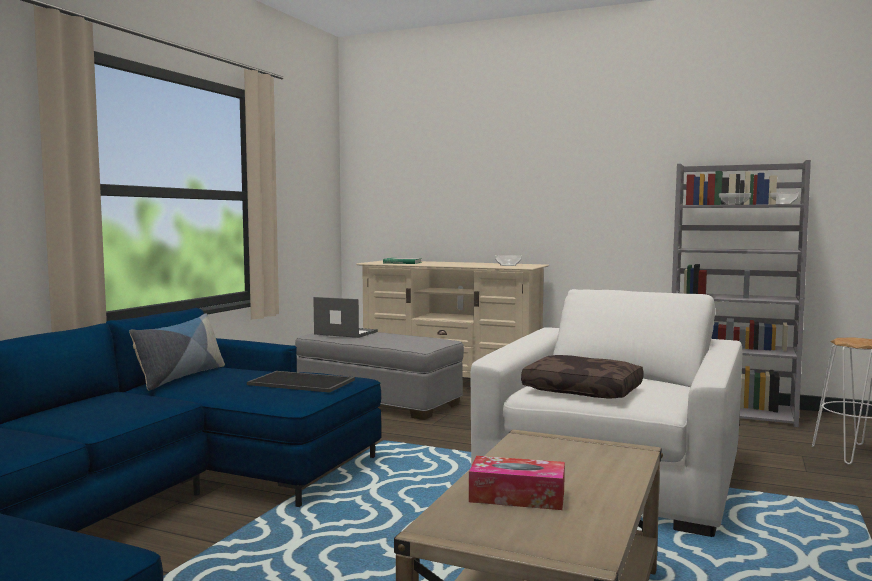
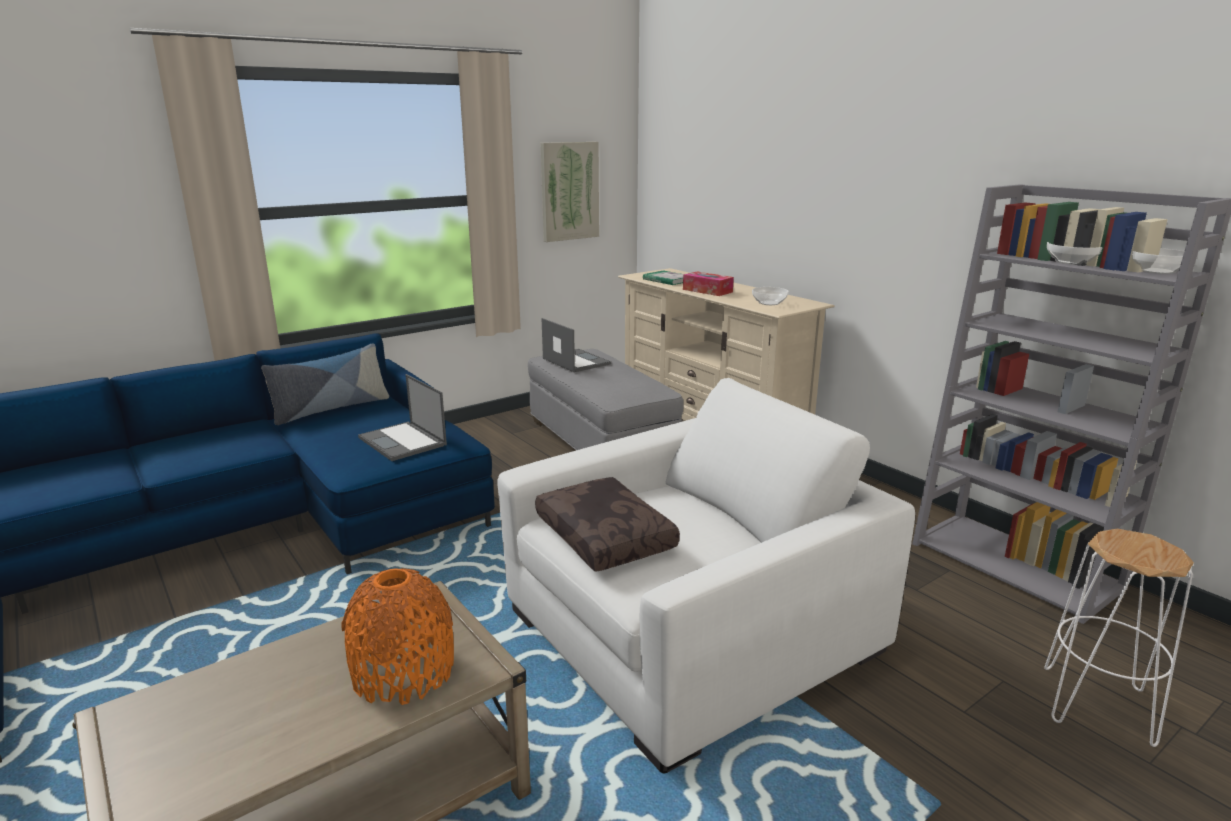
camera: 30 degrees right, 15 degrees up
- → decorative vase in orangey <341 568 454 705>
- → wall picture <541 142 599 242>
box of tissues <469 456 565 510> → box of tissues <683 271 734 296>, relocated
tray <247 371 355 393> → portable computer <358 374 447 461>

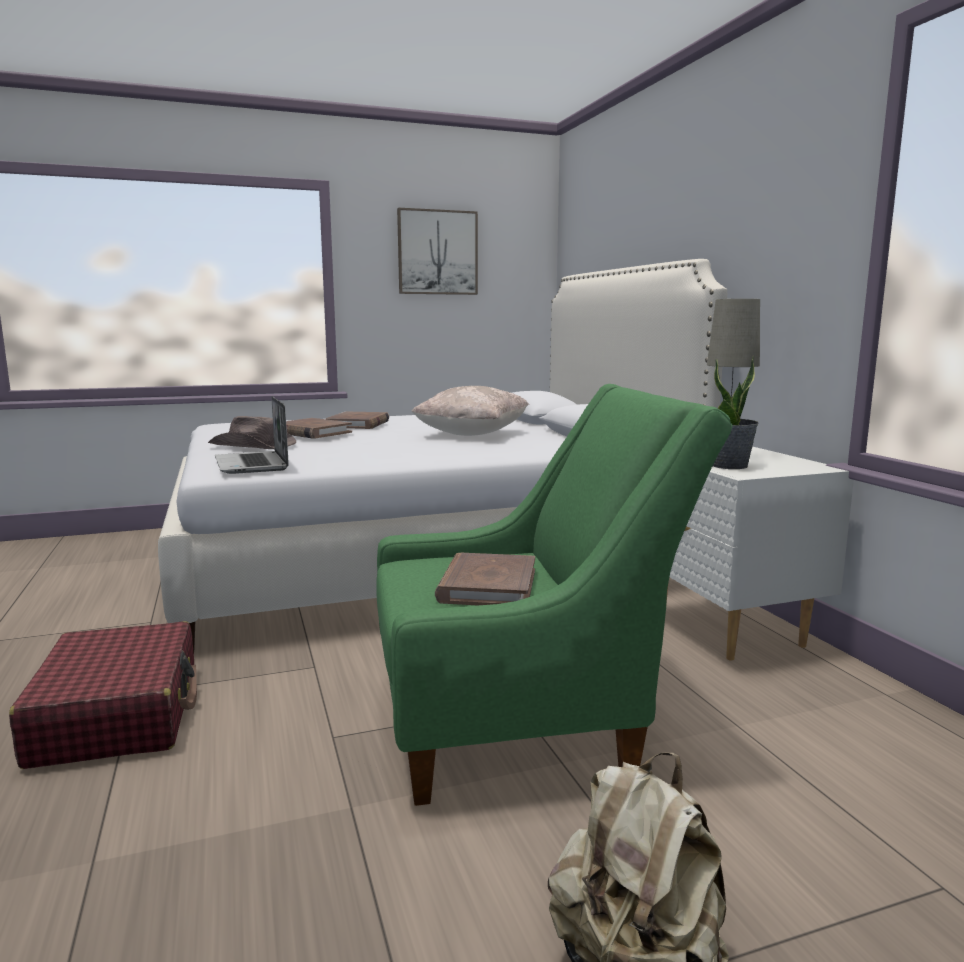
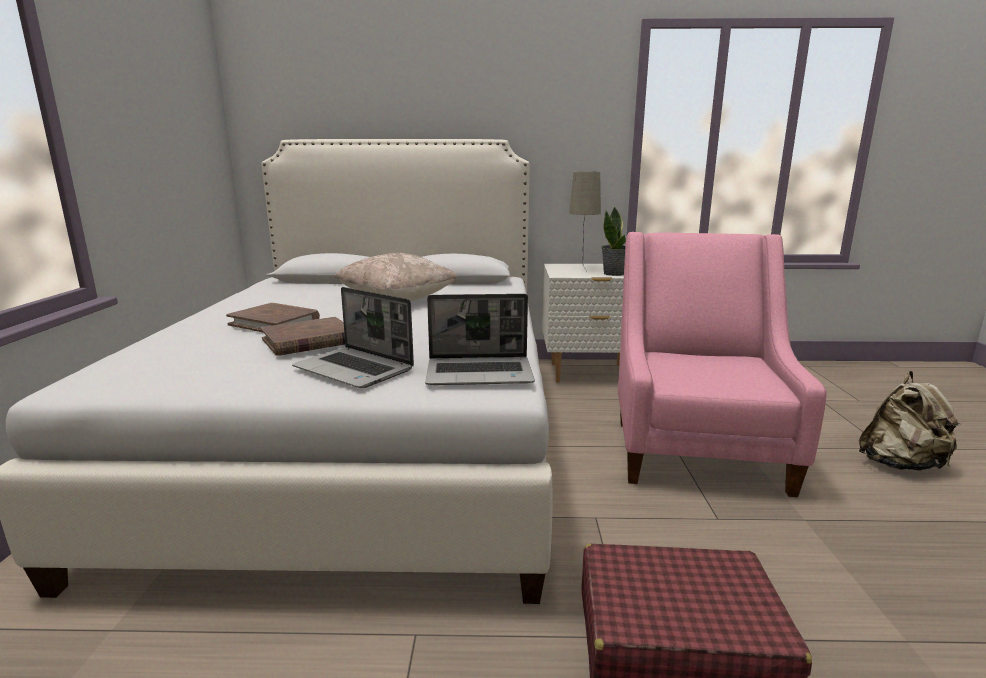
camera: 70 degrees left, 5 degrees up
wall picture <397 208 478 295> → -
bound book in brown <435 553 535 605> → -
wearable hat in brown <208 416 296 449> → portable computer <292 287 414 388>
easy chair in greenish <376 384 733 806> → easy chair in pinkish <618 232 827 497>

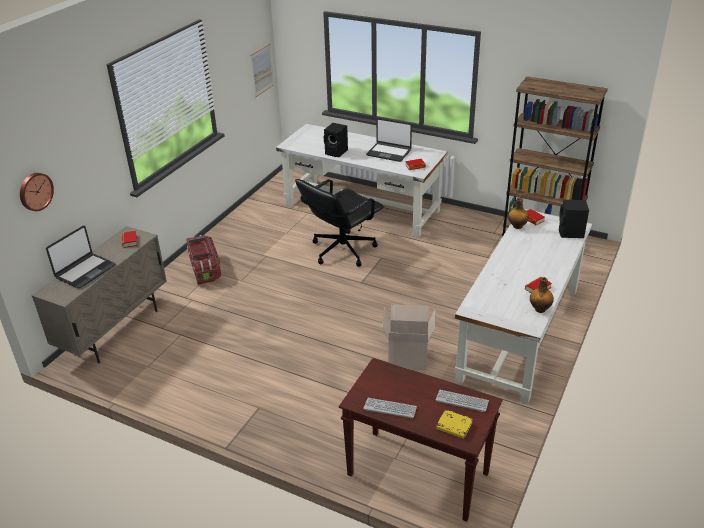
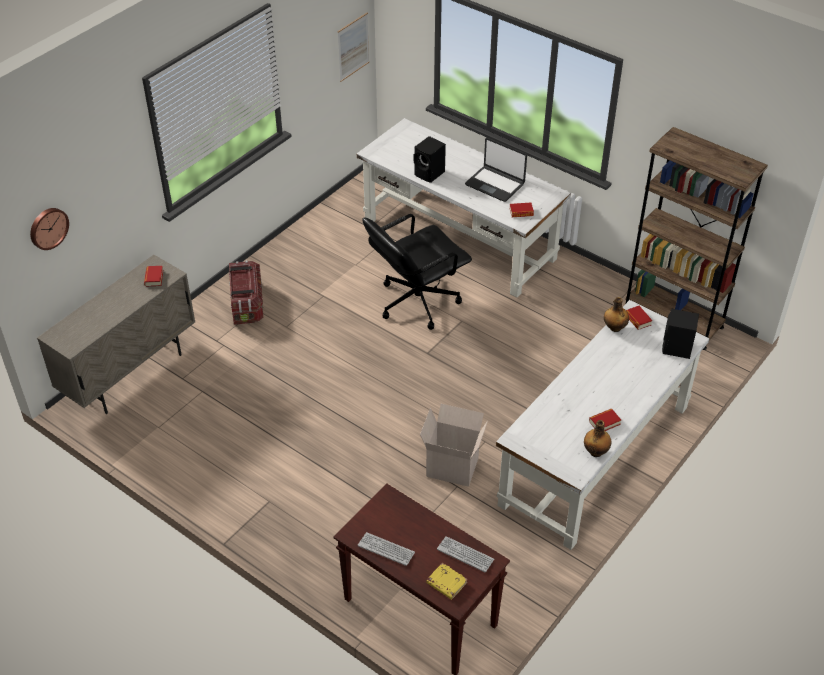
camera: 10 degrees right, 10 degrees up
portable computer <46 226 115 288> → -

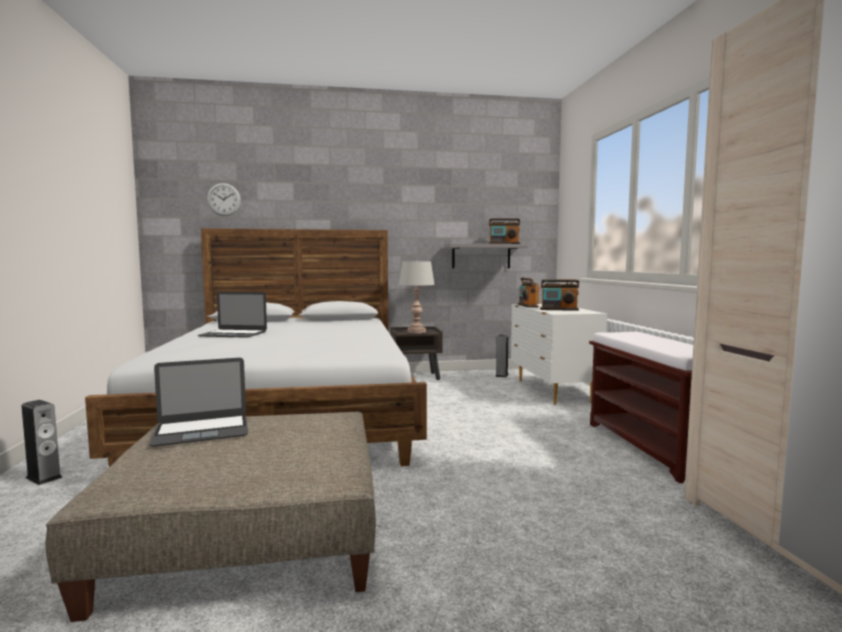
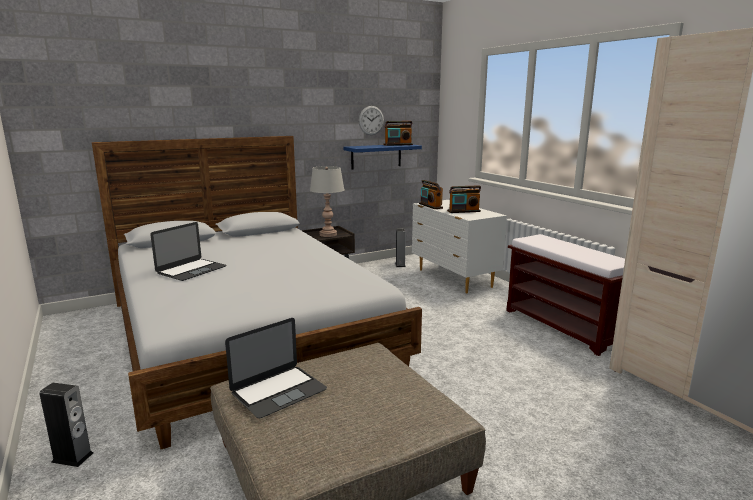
camera: 20 degrees left, 10 degrees up
hanging clock <207 183 241 216> → hanging clock <359 106 384 135>, relocated
shelf in greyish <444 244 529 269> → shelf in blue <343 145 422 170>
portable computer <198 292 267 338> → portable computer <151 222 227 281>, 45 degrees counterclockwise

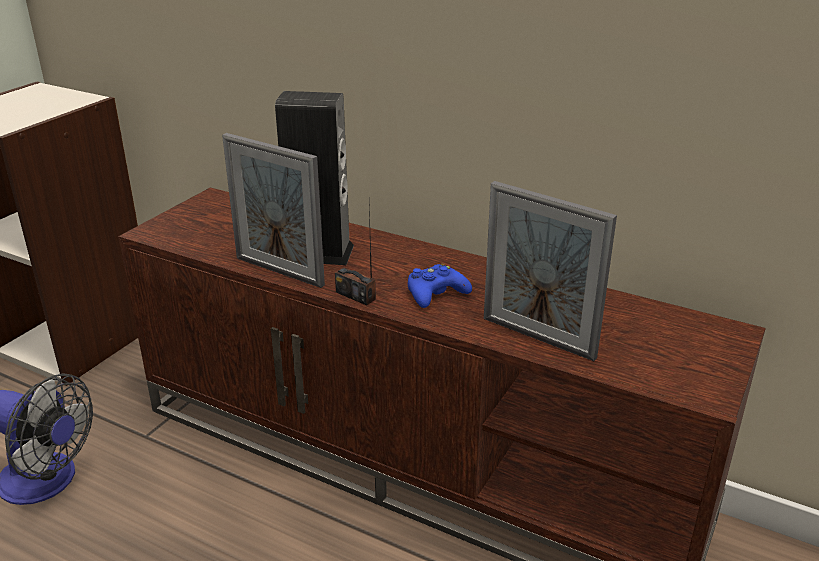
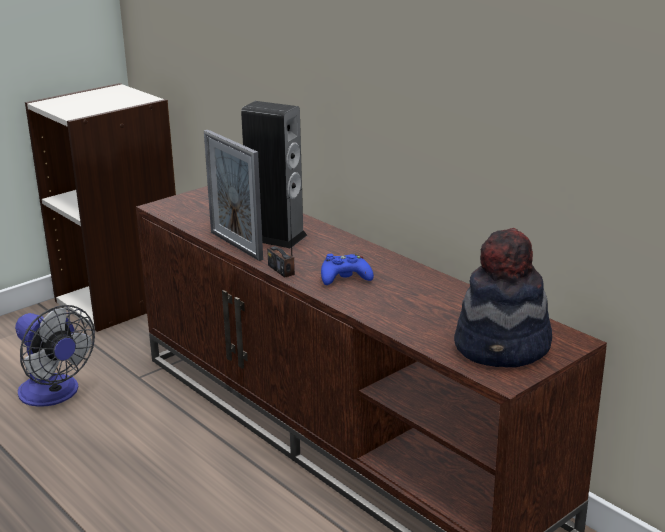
camera: 20 degrees right, 5 degrees down
standing frame <484 181 617 361> → -
- → wearable hat <454 228 552 367>

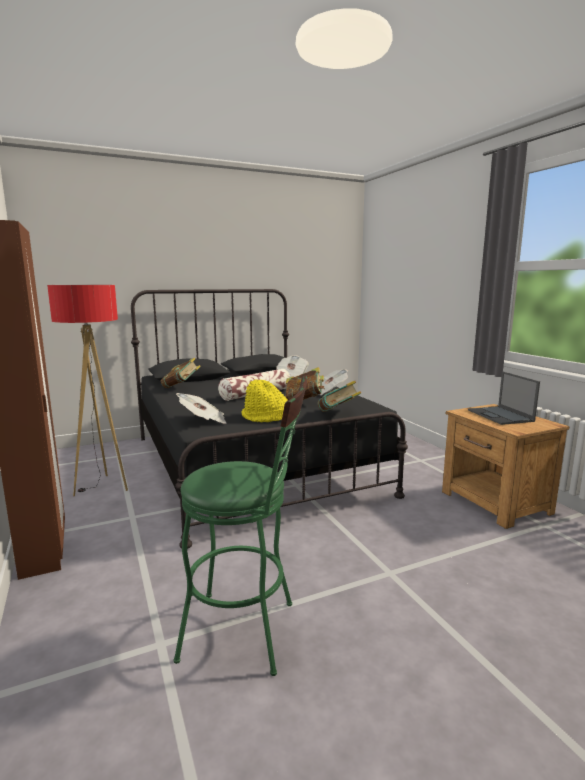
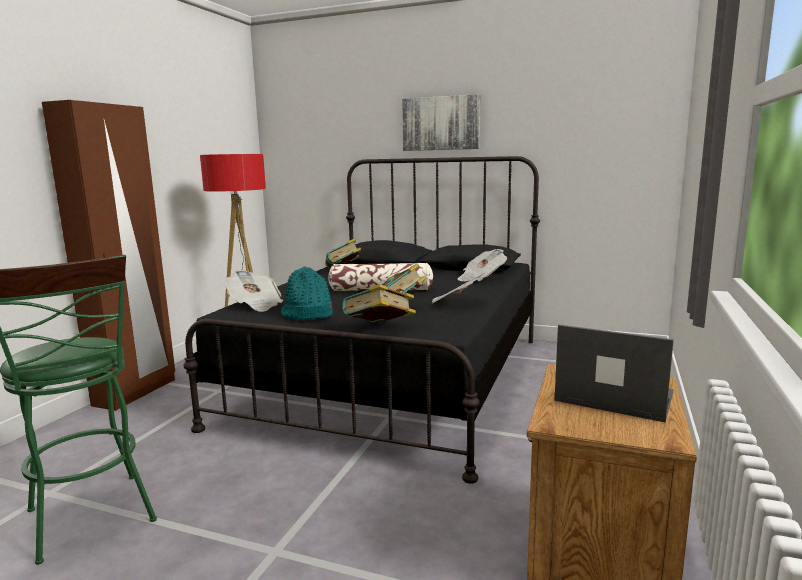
camera: 45 degrees right, 0 degrees up
- → wall picture <402 94 480 151>
wearable hat in yellowish <241 380 288 422> → wearable hat in blue-green <281 266 333 320>
portable computer <468 371 540 425> → portable computer <554 325 674 422>, 90 degrees clockwise

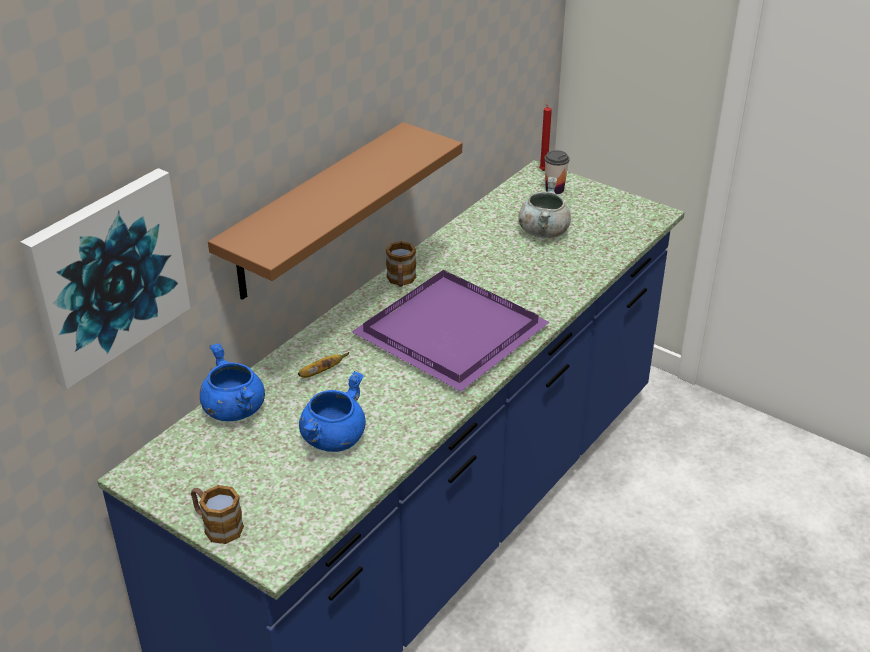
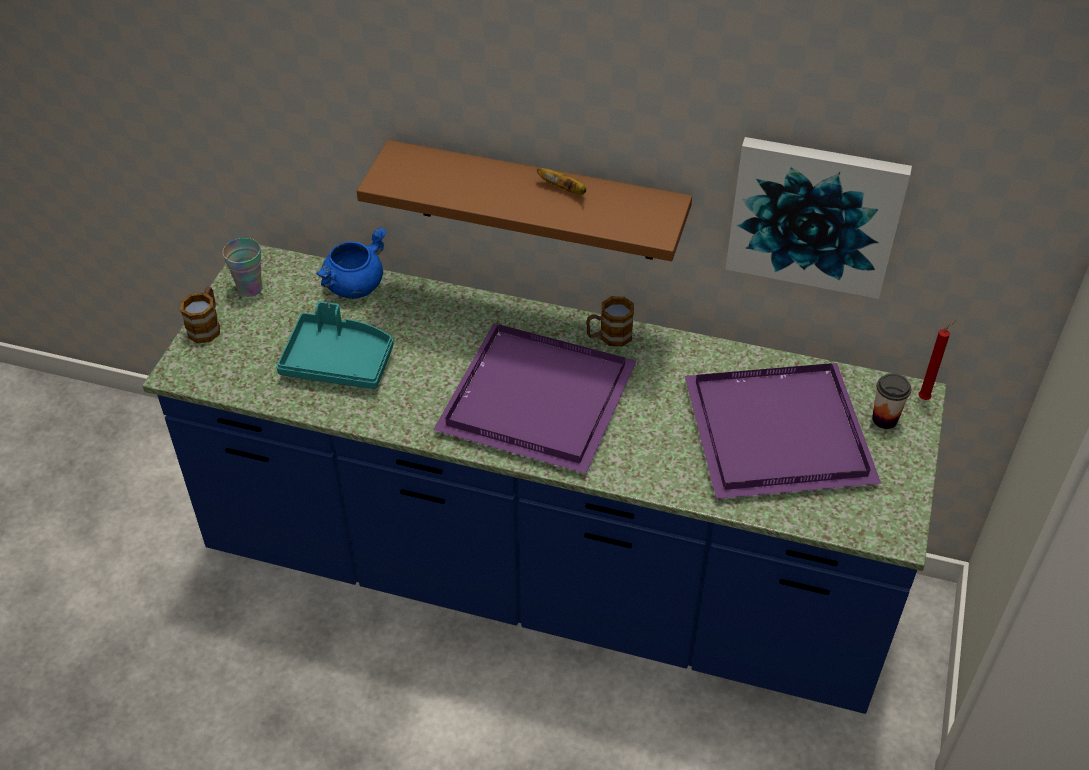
camera: 70 degrees right, 10 degrees up
- → cup <222 238 263 297>
wall picture <21 168 190 389> → wall picture <726 137 912 299>, relocated
whole banana <298 352 350 378> → whole banana <537 168 586 195>, relocated
saucepot in blue <299 371 366 452> → tray in blue-green <277 301 393 389>
saucepot in greyish <519 177 571 238> → tray in purple-coloured <685 363 881 499>

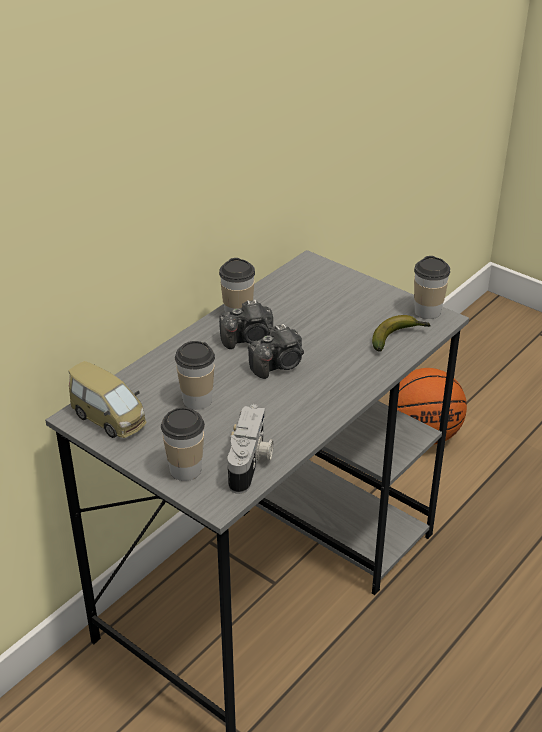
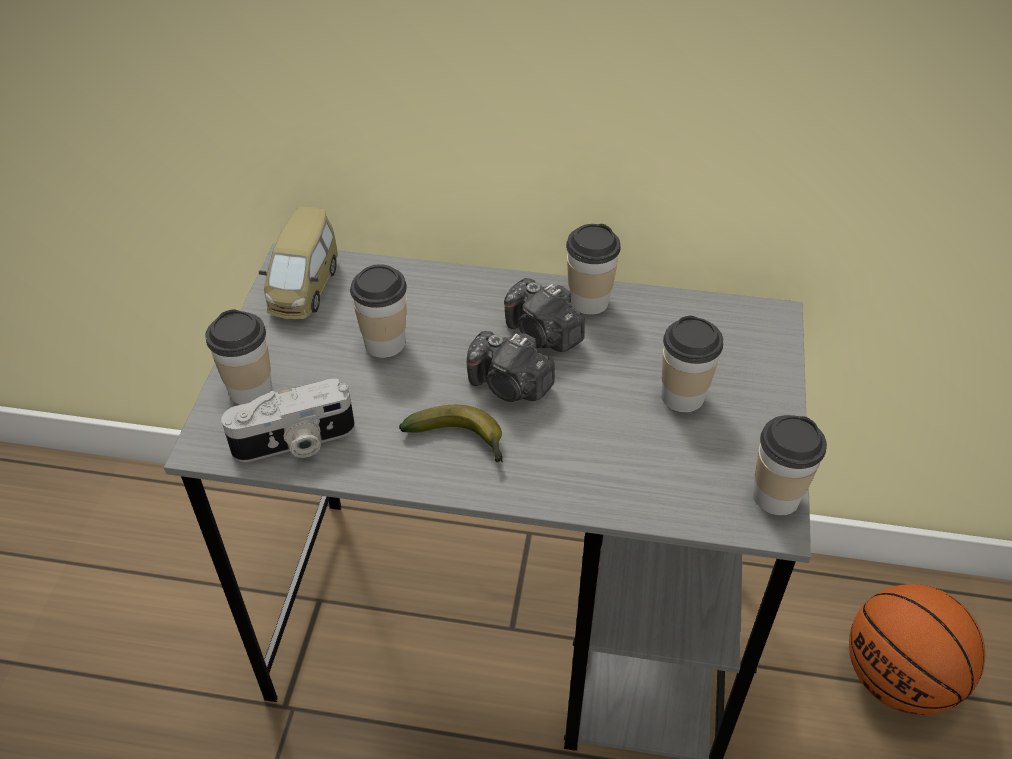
camera: 60 degrees right, 10 degrees up
- → cup <662 316 723 413>
whole banana <372 315 431 352> → whole banana <399 405 503 462>, relocated

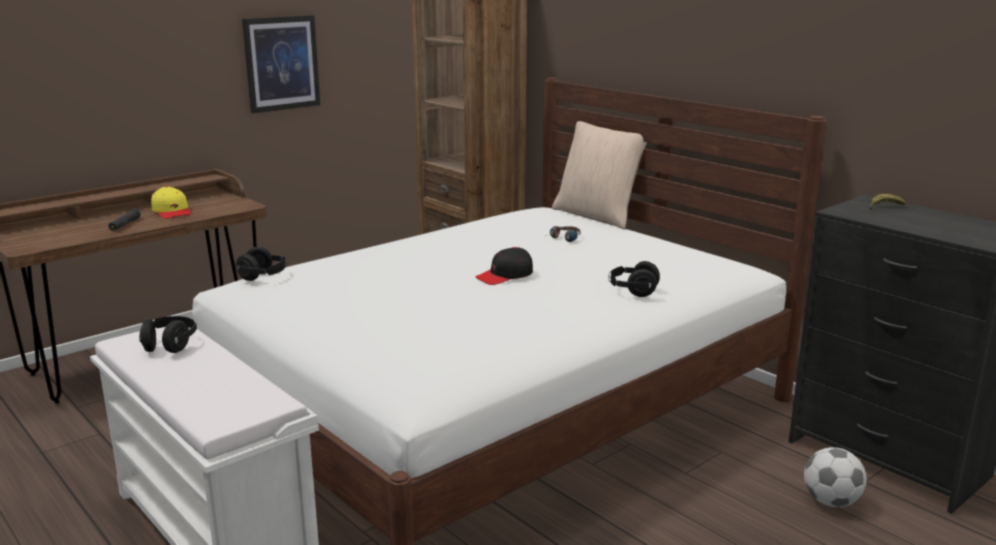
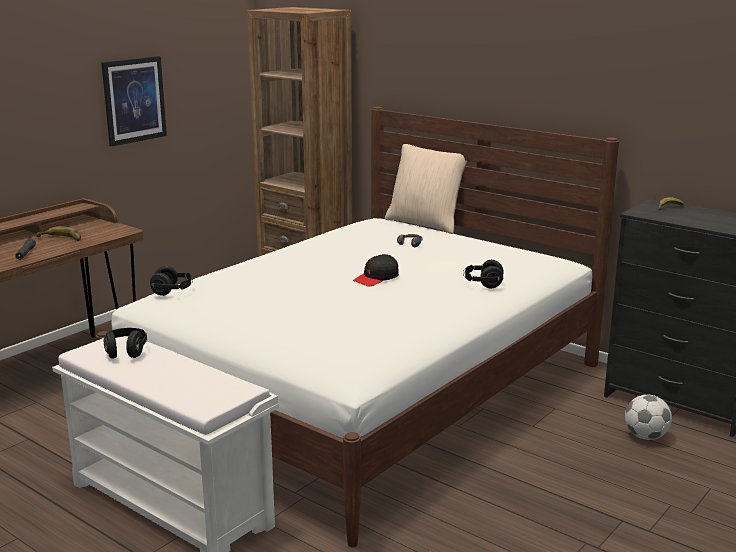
camera: 10 degrees left, 0 degrees up
cap in yellowish <151 186 191 219> → whole banana <36 226 81 241>

